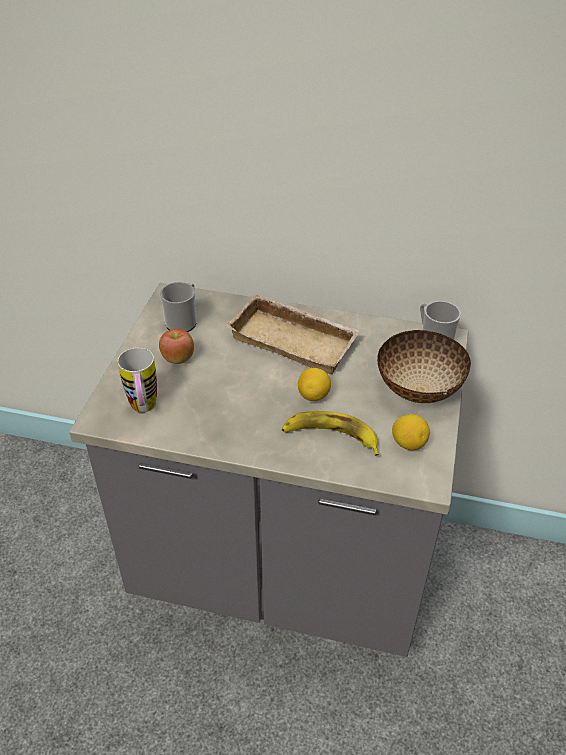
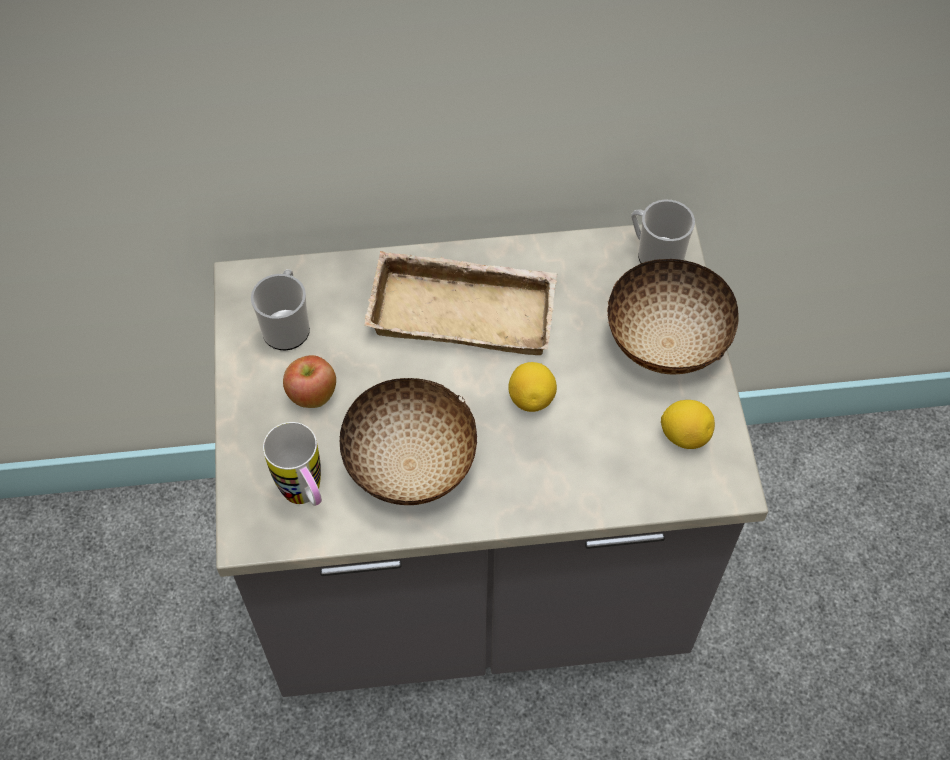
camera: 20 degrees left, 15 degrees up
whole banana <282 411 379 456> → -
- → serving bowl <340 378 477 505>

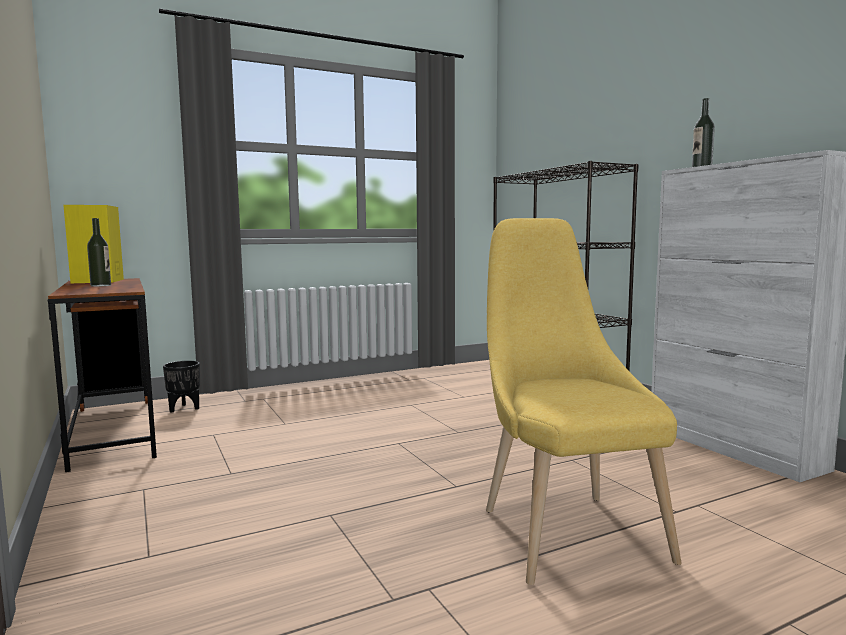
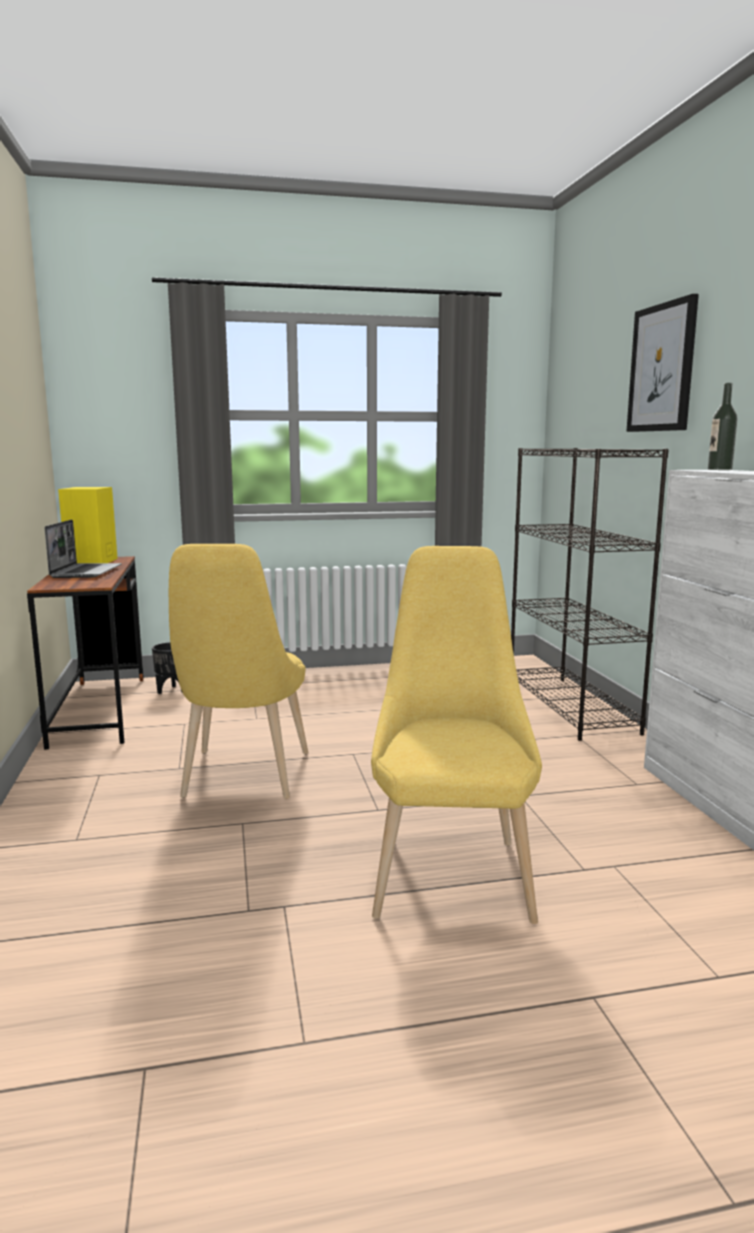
camera: 15 degrees right, 5 degrees up
- → chair in yellowish <169 544 308 799>
- → wall picture <626 294 699 432>
bottle <87 218 111 287> → portable computer <45 520 122 578>

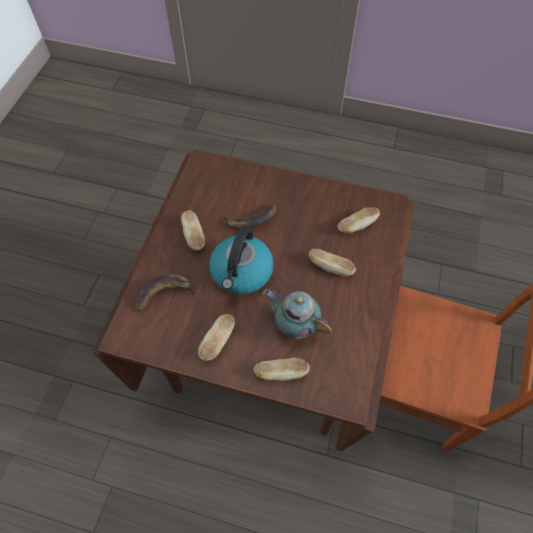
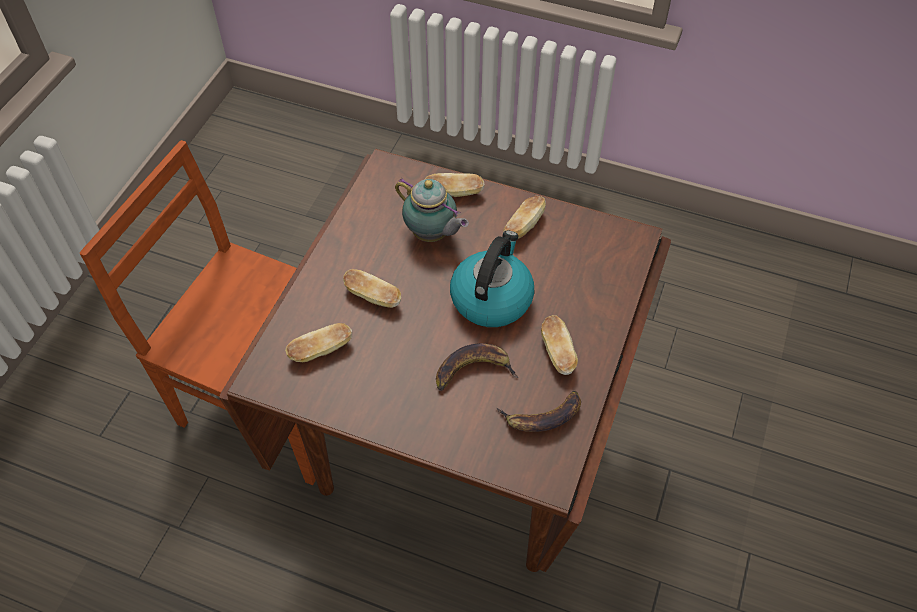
camera: 175 degrees left, 5 degrees down
whole banana <136 274 197 312> → whole banana <497 391 581 432>, relocated

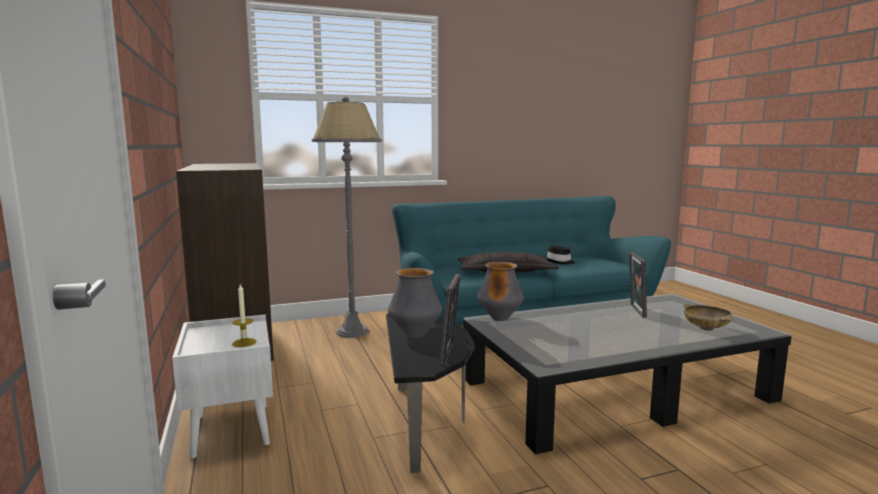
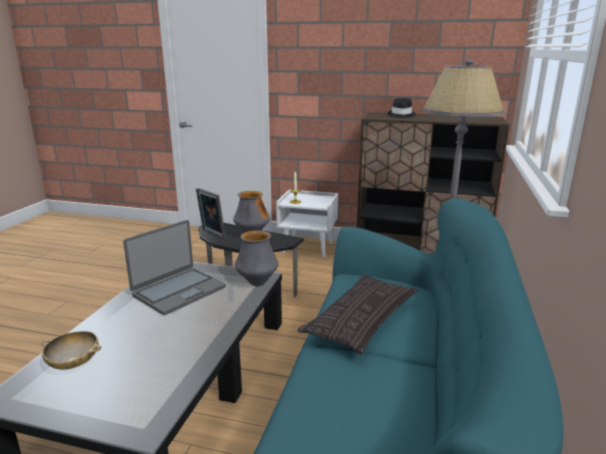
camera: 125 degrees right, 10 degrees up
standing frame <629 252 647 318> → -
- → portable computer <123 220 226 315>
wearable hat in blackish <547 245 575 264> → wearable hat in blackish <388 98 416 118>, relocated

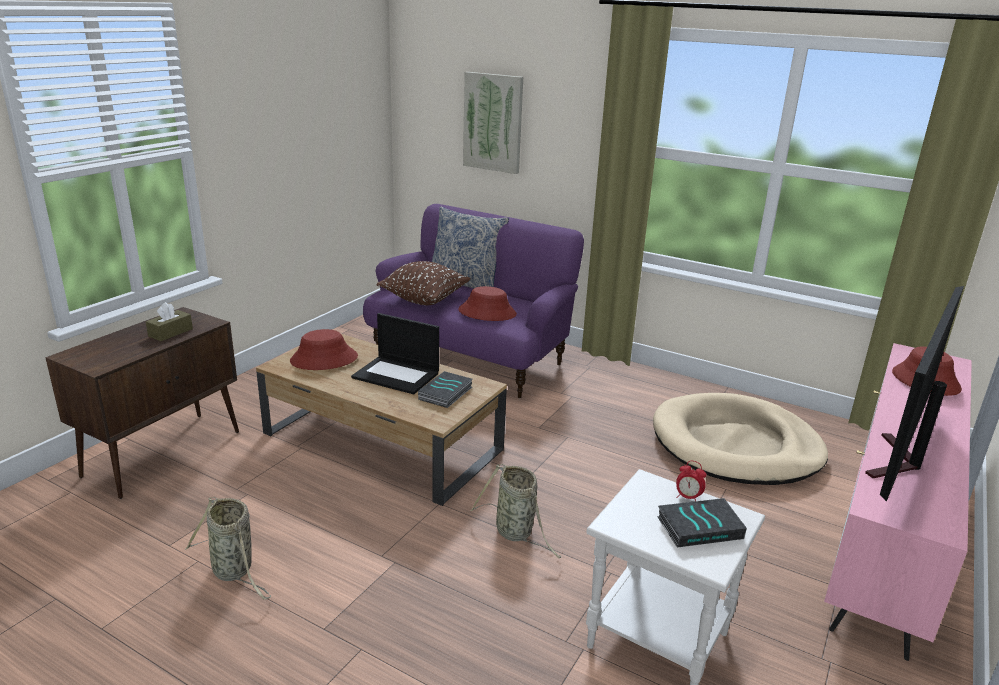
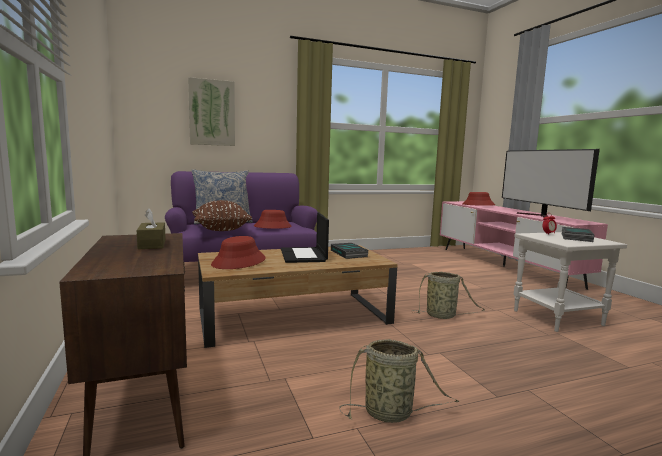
camera: 50 degrees left, 15 degrees down
dog cushion in sand-coloured <653 393 828 485> → -
portable computer <351 313 439 394> → portable computer <281 212 329 263>, 105 degrees clockwise

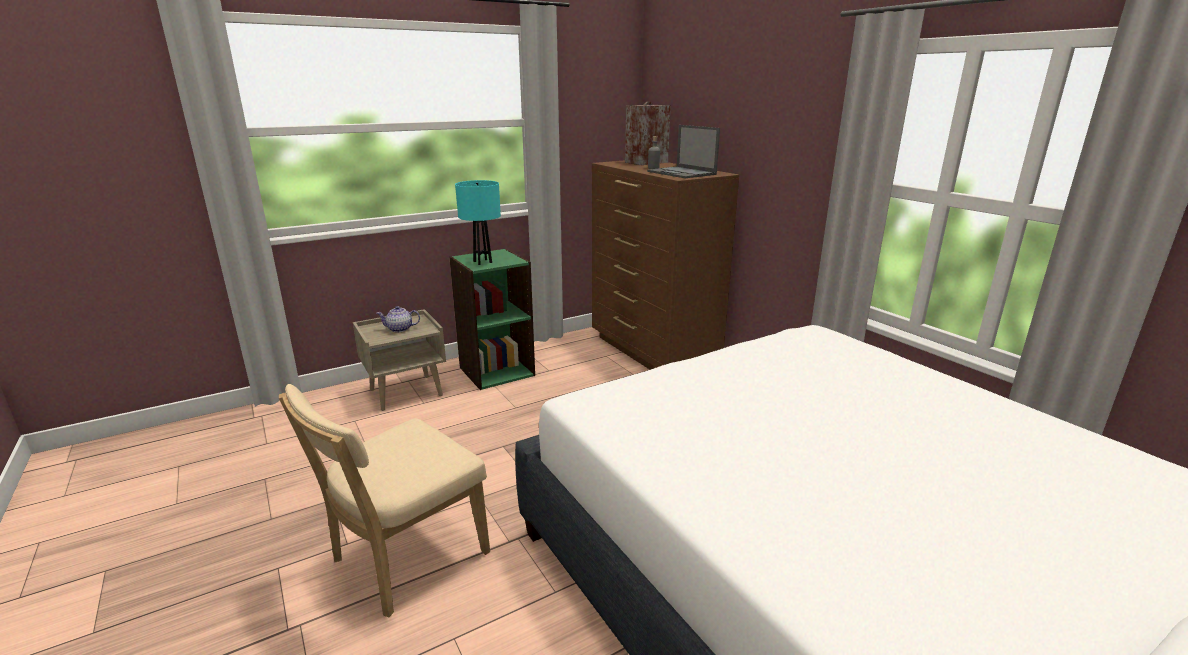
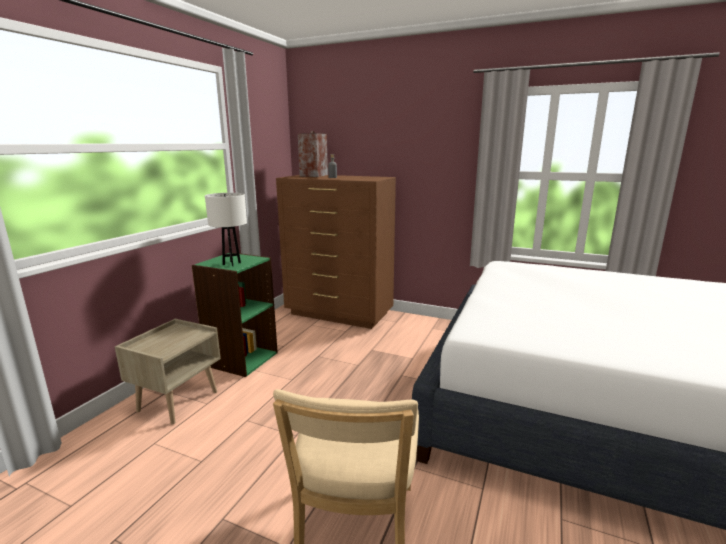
camera: 35 degrees left, 5 degrees down
tea pot <376 306 420 332> → -
portable computer <647 125 720 178> → -
tabletop lamp in blue-green <455 180 501 265> → tabletop lamp in white-coloured <205 193 247 266>

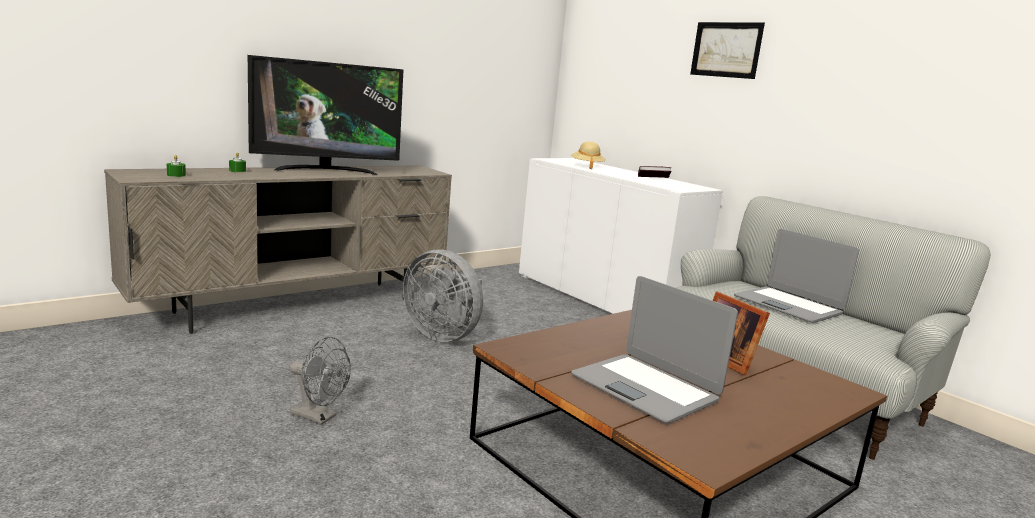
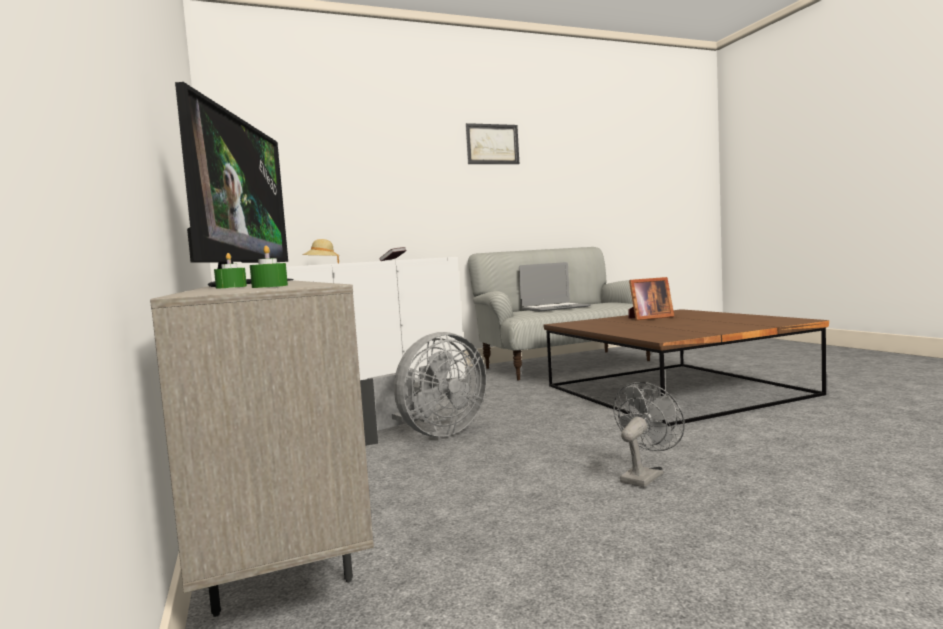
camera: 70 degrees left, 10 degrees down
portable computer <571 276 738 423> → -
wall picture <690 22 765 79> → wall picture <465 123 519 164>, relocated

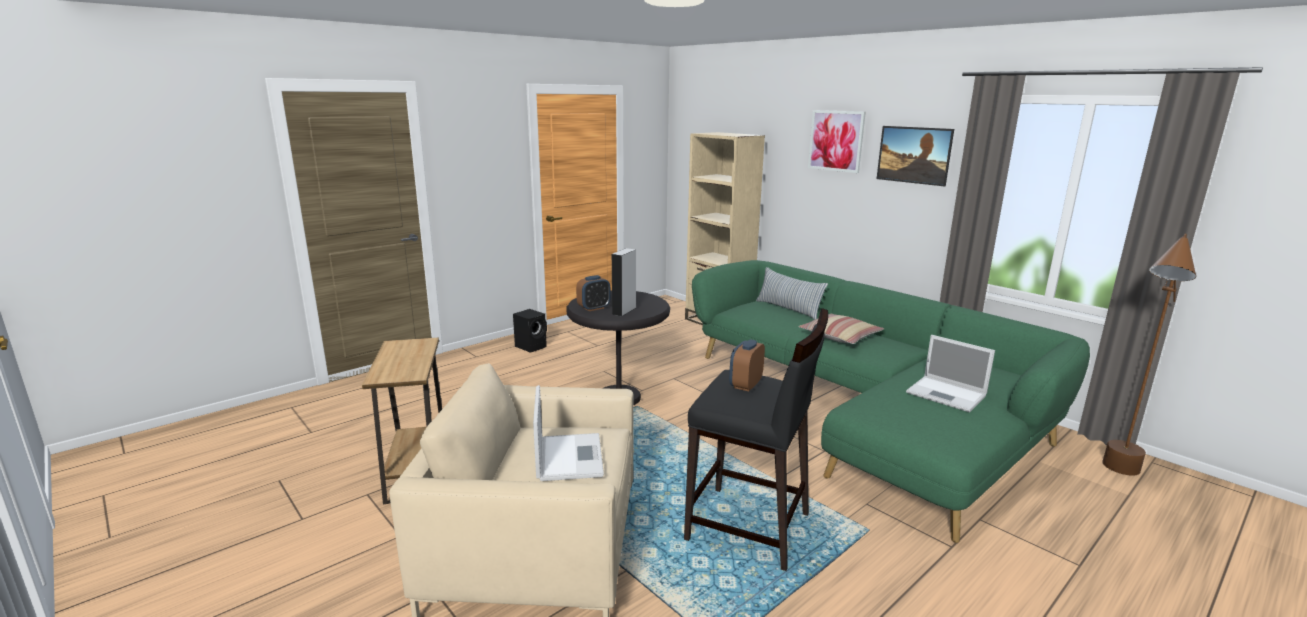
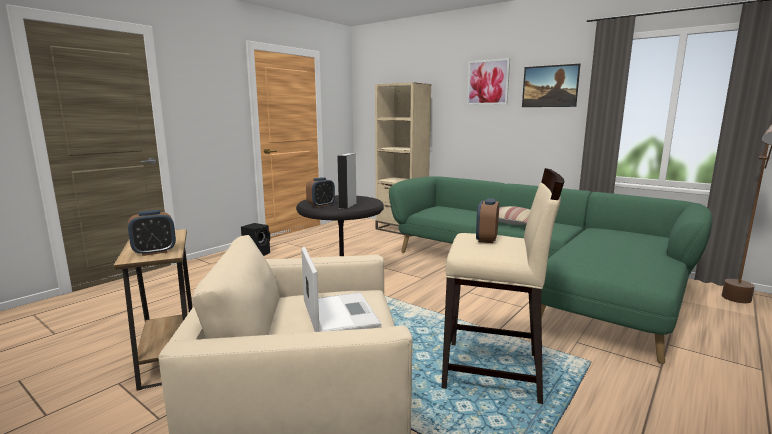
camera: 10 degrees left, 5 degrees down
throw pillow <756 267 828 320> → -
portable computer <906 335 995 412> → -
- → bedside clock <128 210 176 256>
sitting stool in blackish <684 308 828 571> → sitting stool in sand-coloured <442 168 564 404>

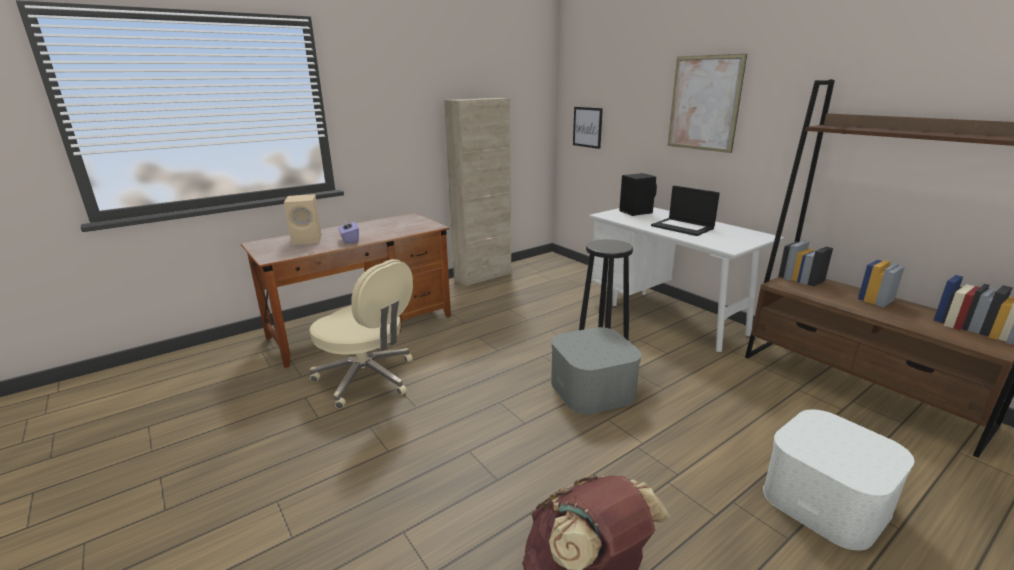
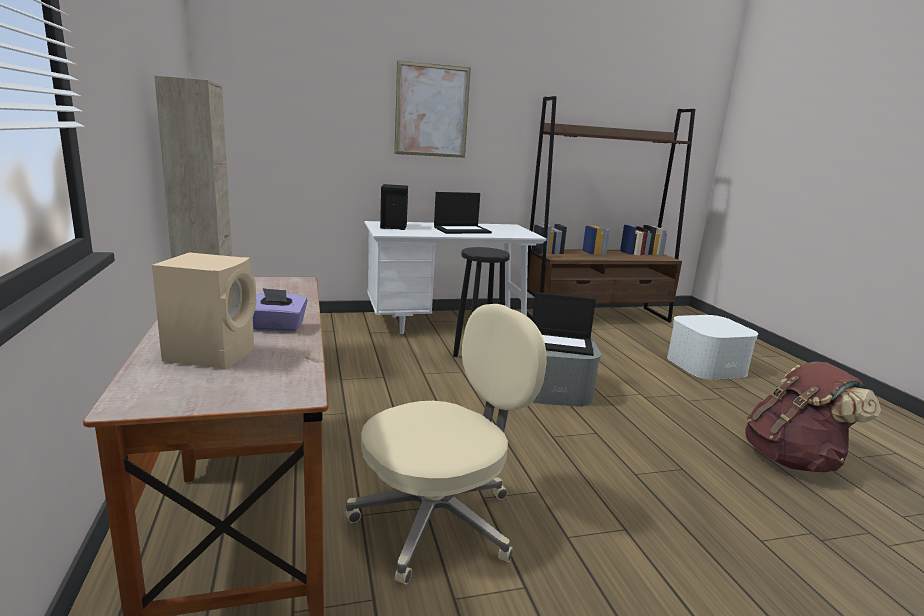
camera: 70 degrees left, 5 degrees down
wall picture <573 107 603 149> → -
- → portable computer <532 292 596 356>

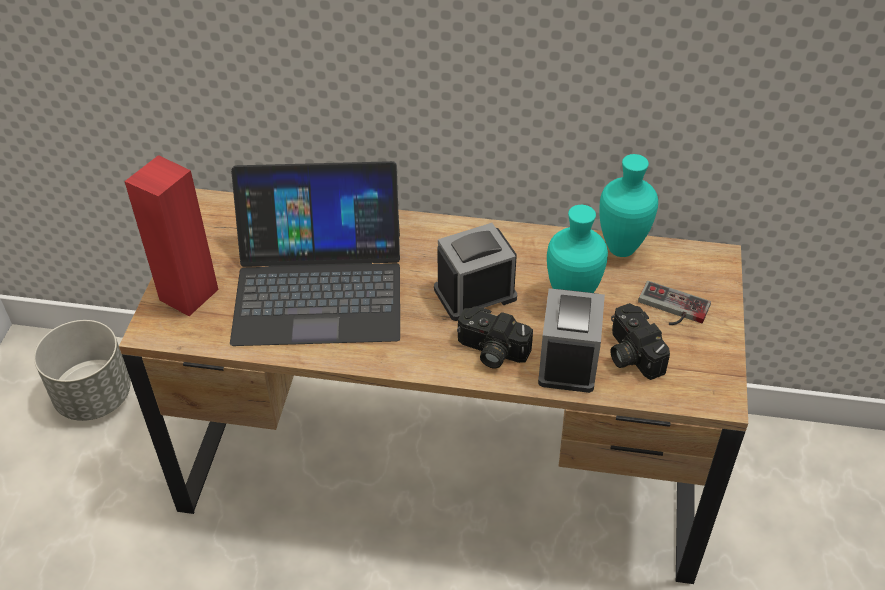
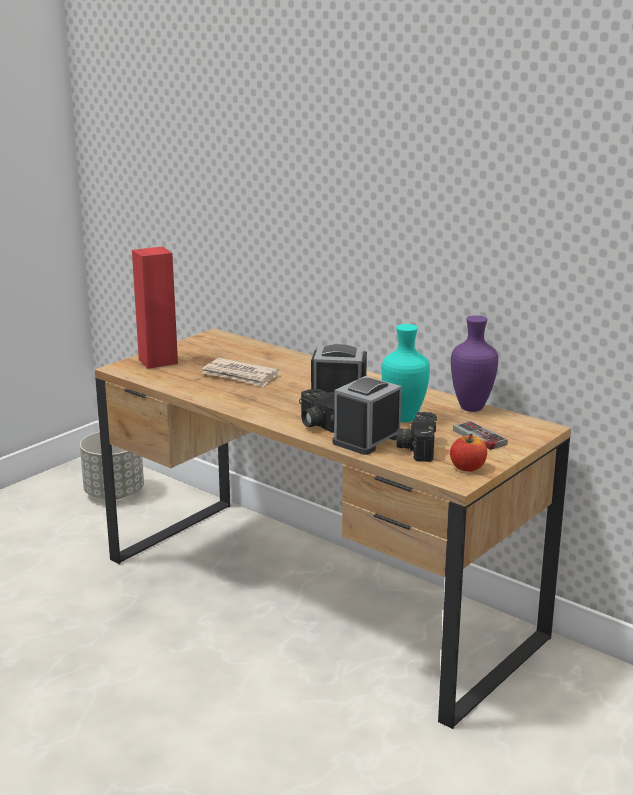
camera: 30 degrees right, 25 degrees down
- → whole apple <450 434 487 471>
portable computer <230 161 400 346> → daily paper <202 358 280 387>
decorative vase in blue-green <599 154 658 257> → decorative vase in purple-coloured <451 315 498 412>

